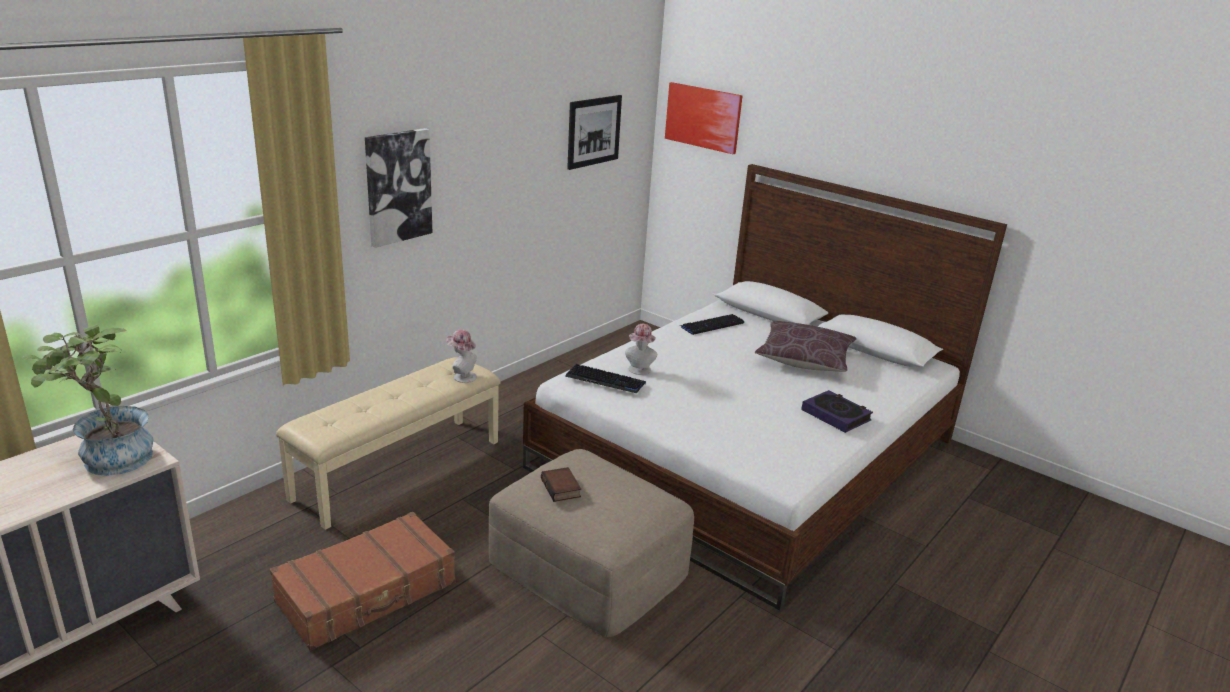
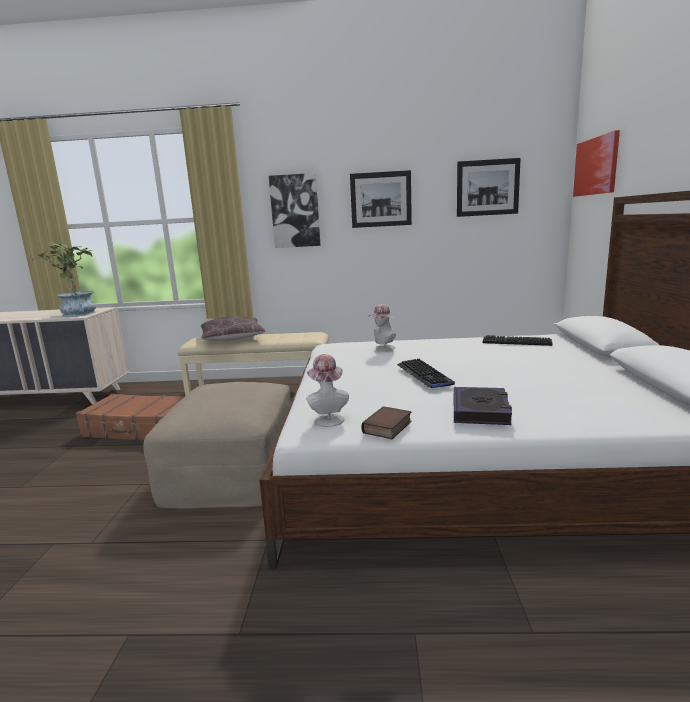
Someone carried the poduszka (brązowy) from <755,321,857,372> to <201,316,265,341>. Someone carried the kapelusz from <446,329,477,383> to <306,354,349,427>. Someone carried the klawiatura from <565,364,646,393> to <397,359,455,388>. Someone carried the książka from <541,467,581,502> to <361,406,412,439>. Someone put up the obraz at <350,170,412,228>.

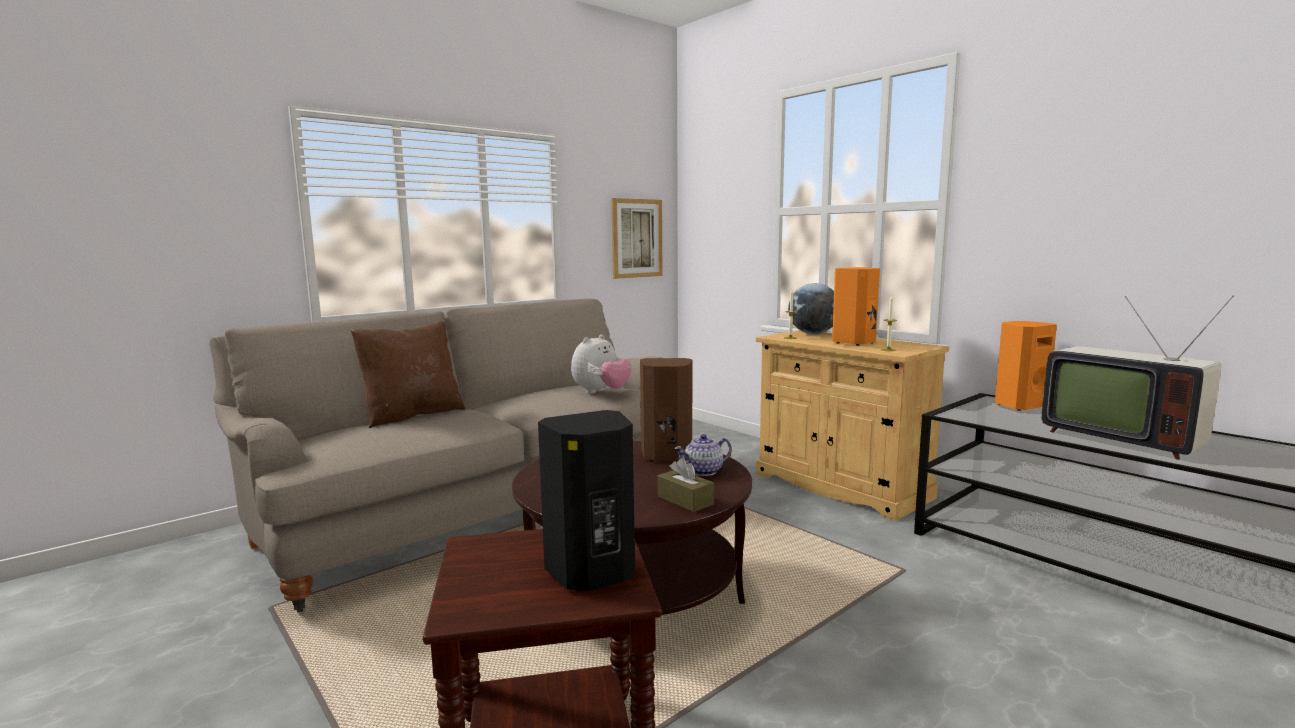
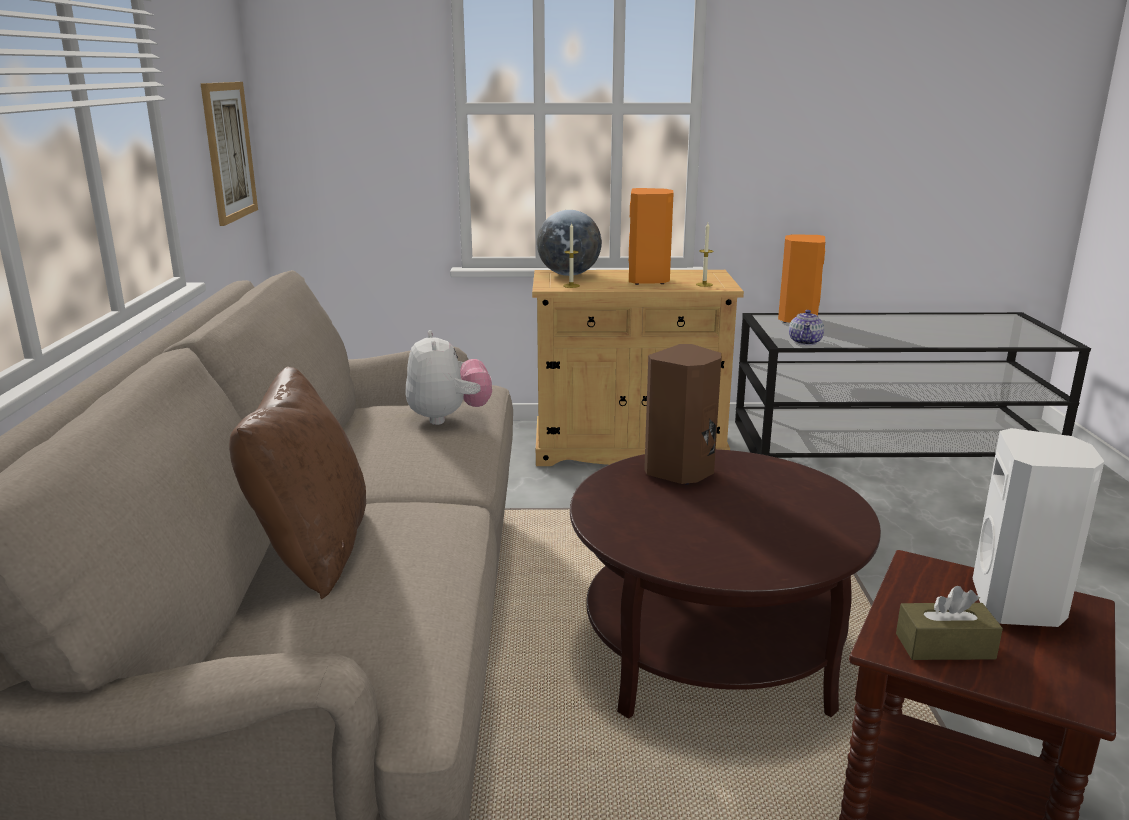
Someone took away the telewizor at <1042,295,1234,460>. Someone repainted the głośnik (czarny) at <538,410,635,591>, which became the głośnik (biały) at <973,428,1104,627>. Someone carried the imbryk from <674,434,732,476> to <789,310,824,345>. Someone carried the pudełko chusteczek (brązowy) from <658,458,714,512> to <896,586,1003,660>.

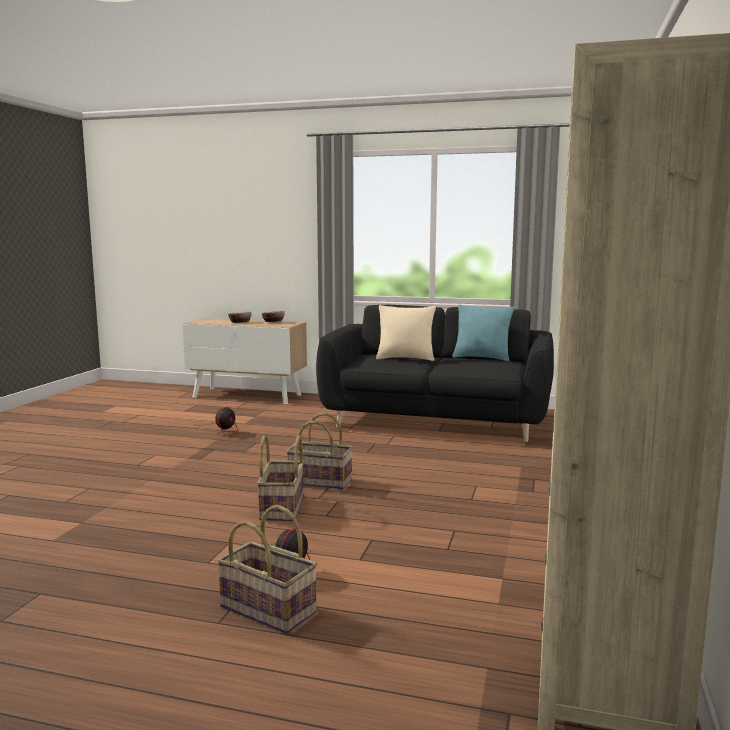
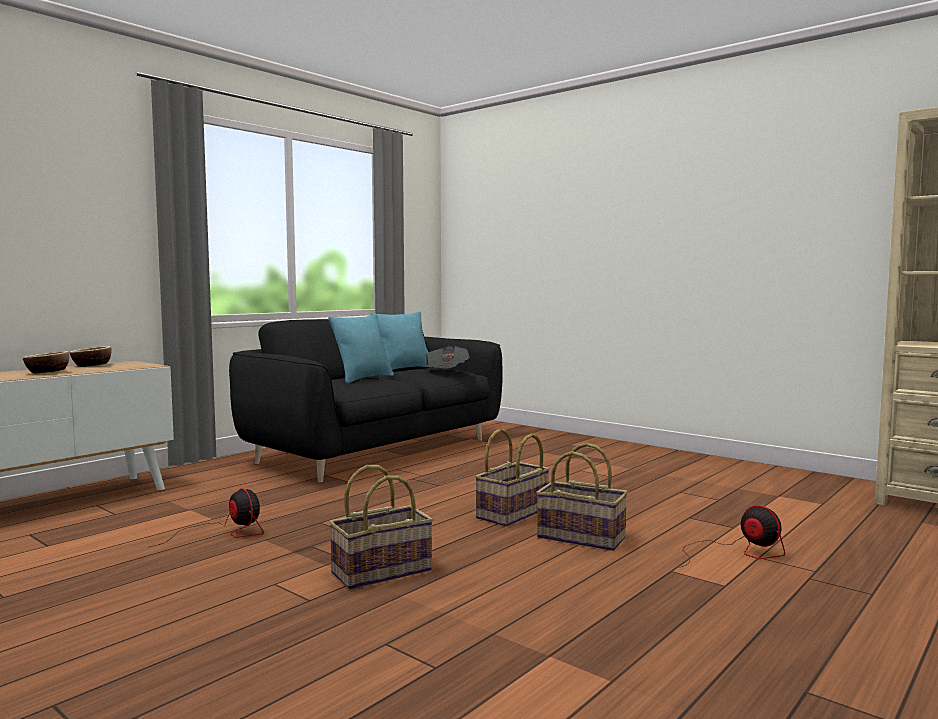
Someone repainted the poduszka (beżowy) at <376,305,436,361>, which became the poduszka (turkusowy) at <328,314,394,384>. Someone carried the koszyk from <217,505,317,634> to <329,465,433,589>. Someone put down the gazeta at <425,346,470,369>.

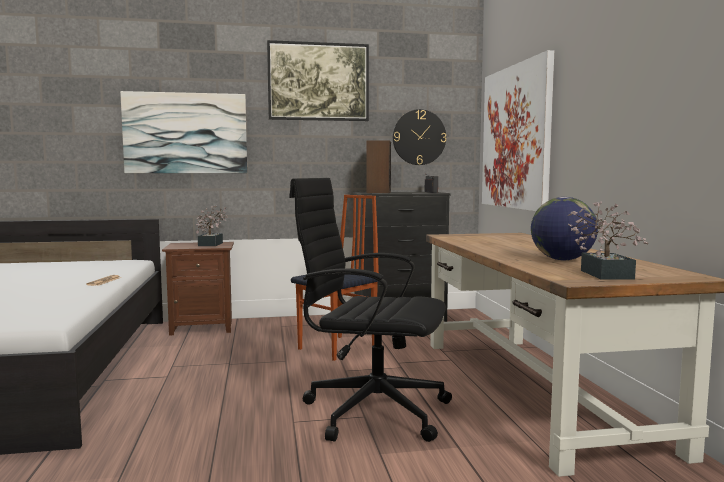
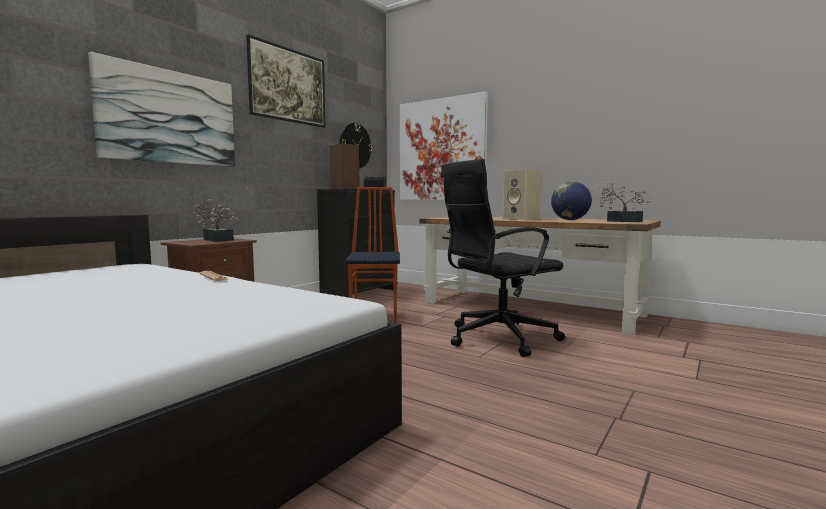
Someone put down the głośnik (beżowy) at <503,169,541,220>.

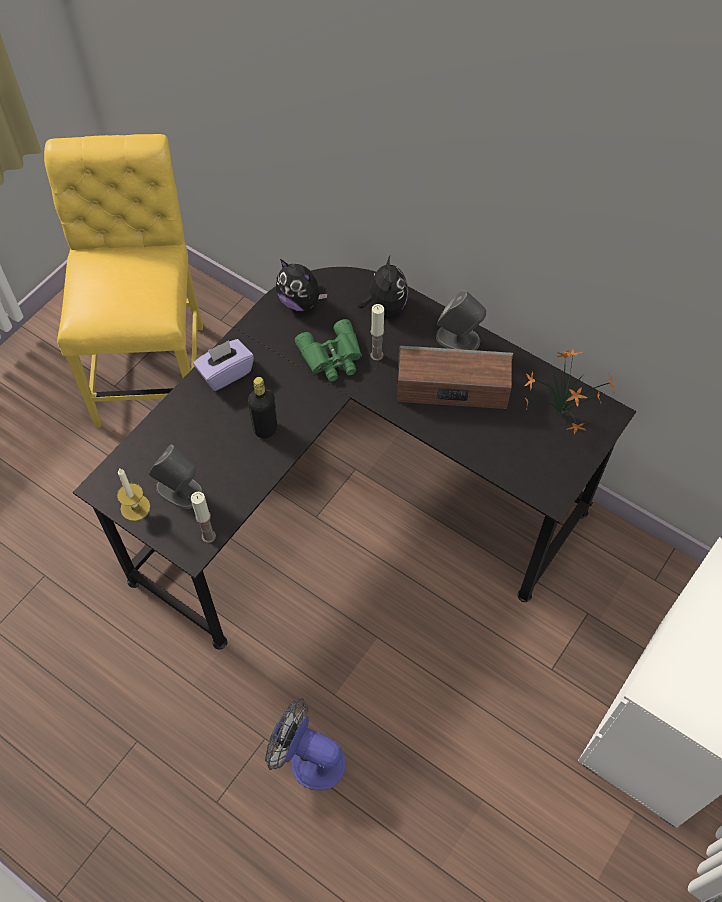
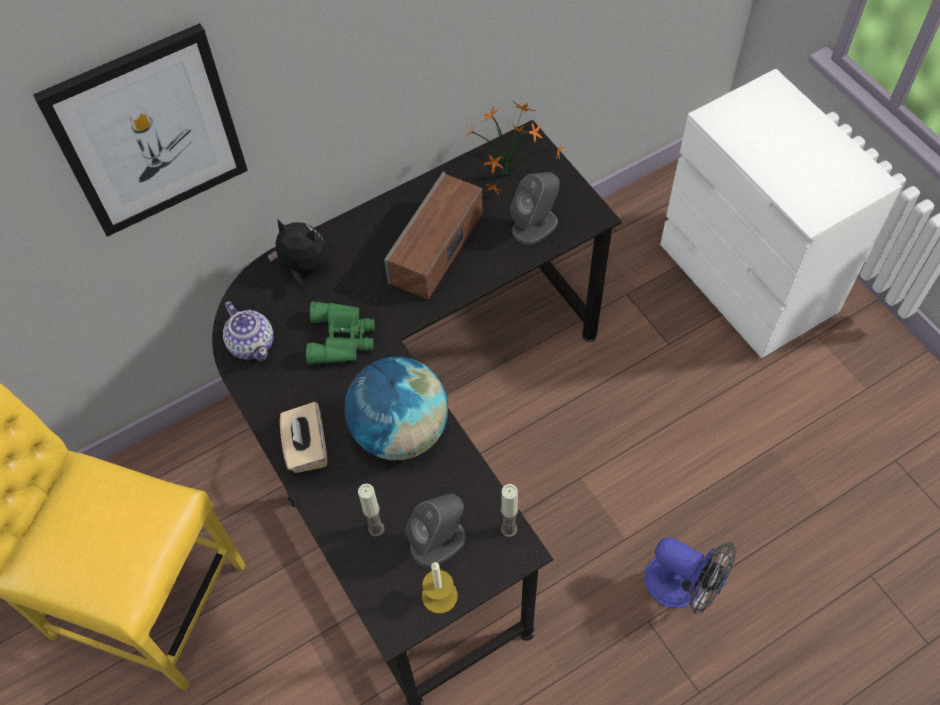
Someone swapped the pluszak at <276,259,327,311> for the imbryk at <223,301,273,361>. Someone carried the głośnik (szary) from <436,290,486,350> to <510,172,560,244>. Someone carried the świeca from <370,304,384,361> to <358,484,385,537>. Someone repainted the pudełko chusteczek (fioletowy) at <193,339,254,391>, which became the pudełko chusteczek (beżowy) at <280,402,327,473>. Someone swapped the butelka (czarny) at <248,377,277,438> for the globus at <344,357,448,460>. Someone rotated the wentylator at <265,698,346,791> by 105 degrees counterclockwise. Someone put up the obraz at <33,23,248,237>.

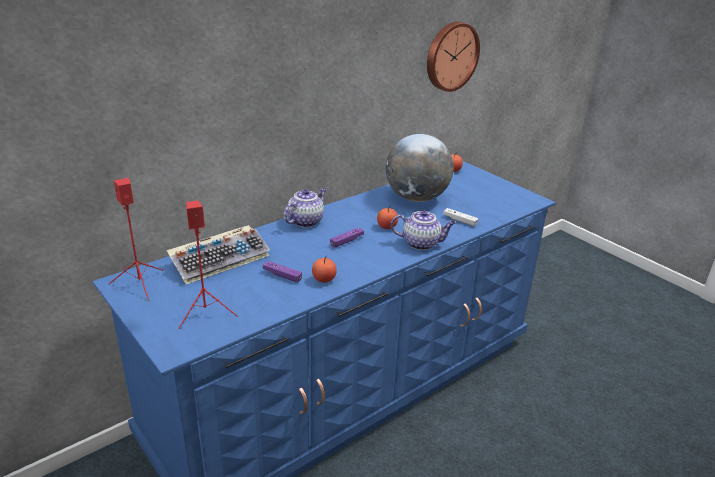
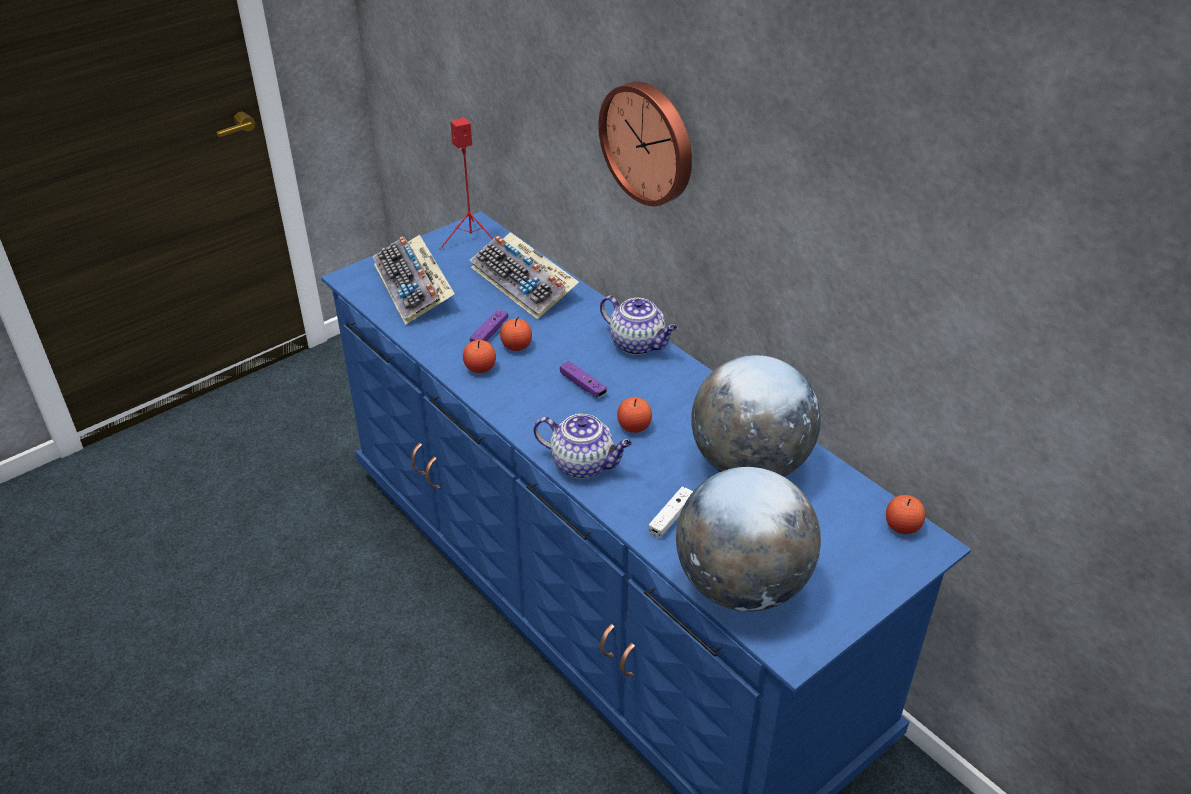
Someone carried the zegar ścienny from <427,22,480,92> to <598,81,692,206>. Someone swapped the głośnik (czerwony) at <179,200,238,329> for the klawiatura at <373,235,455,325>. Someone rotated the imbryk at <391,210,456,250> by 75 degrees counterclockwise. Someone put down the jabłko at <500,316,532,351>. Someone put down the globus at <676,467,821,611>.

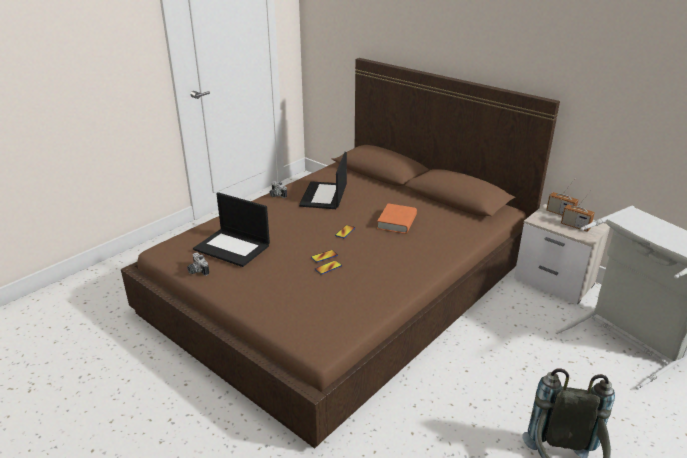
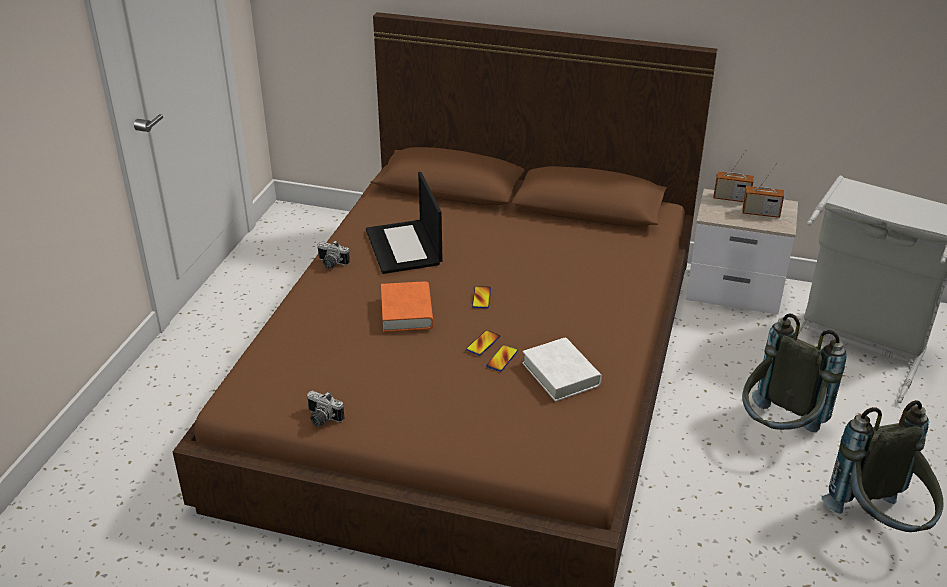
Someone took away the laptop at <193,192,270,267>. Someone carried the książka (pomarańczowy) from <377,203,417,234> to <381,281,433,332>. Someone put down the plecak (szary) at <742,314,847,432>. Someone put down the książka (biały) at <522,338,602,402>.

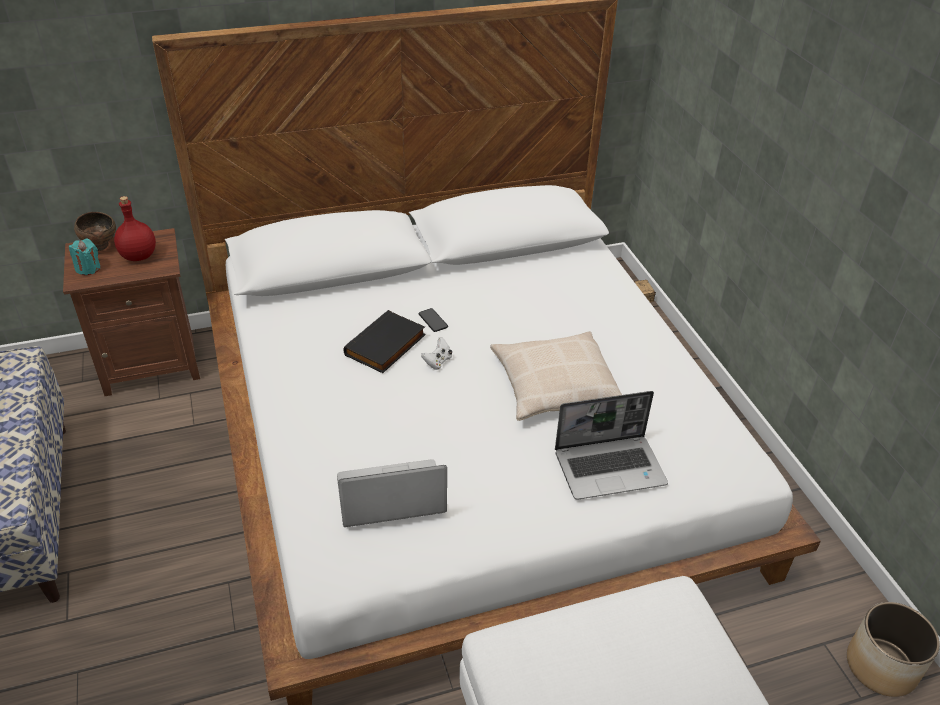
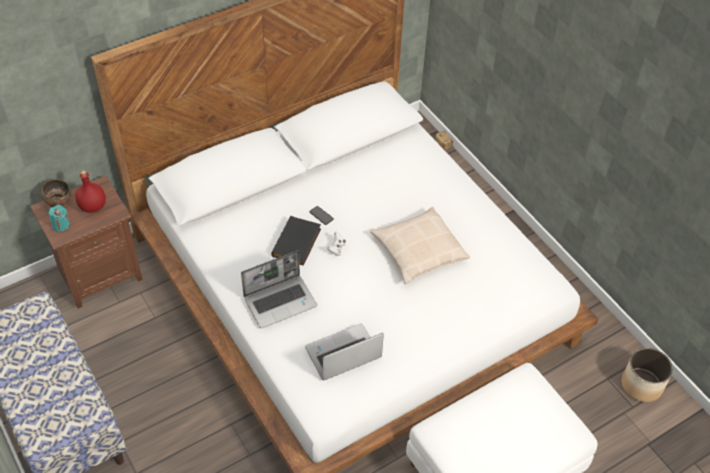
Someone carried the laptop from <555,391,668,500> to <241,250,317,328>.

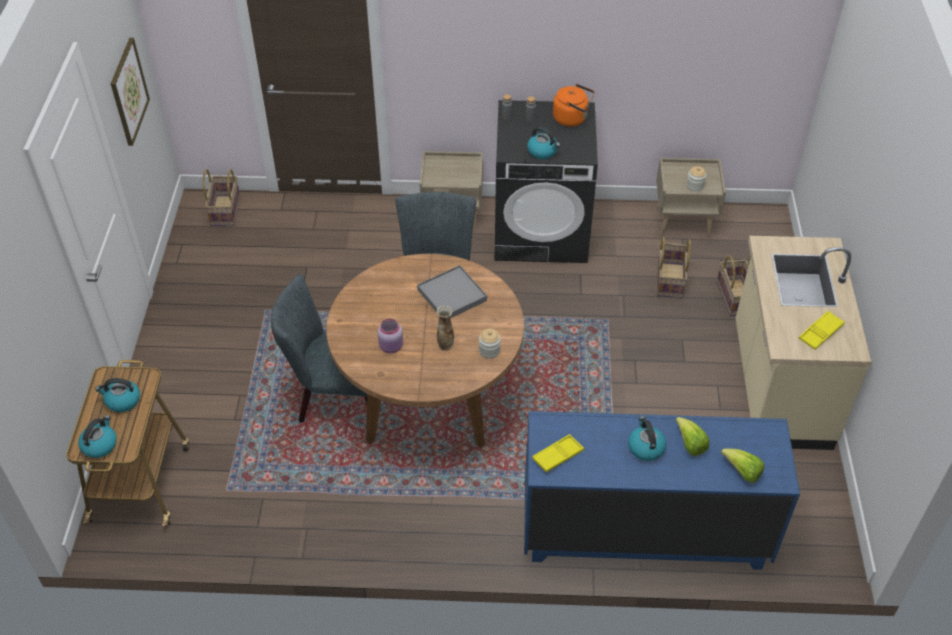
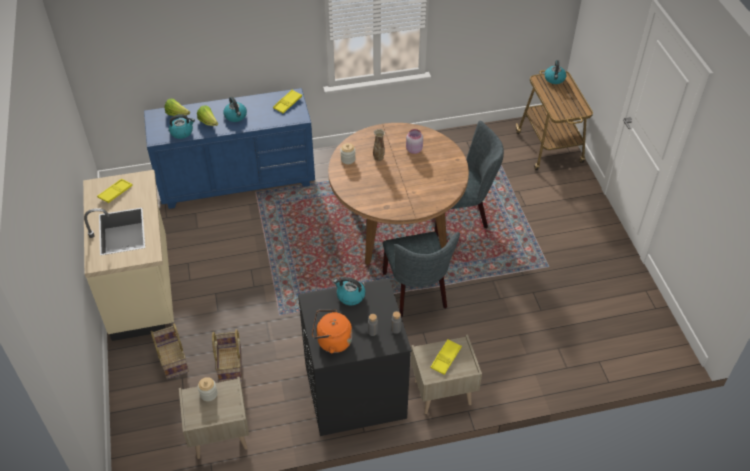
Someone took away the obraz at <111,38,150,146>. Someone took away the koszyk at <203,169,240,226>. Someone took away the taca (szary) at <417,265,487,318>. Someone carried the czajnik from <95,378,140,412> to <169,114,195,139>. Someone put down the taca (żółty) at <430,339,462,375>.

